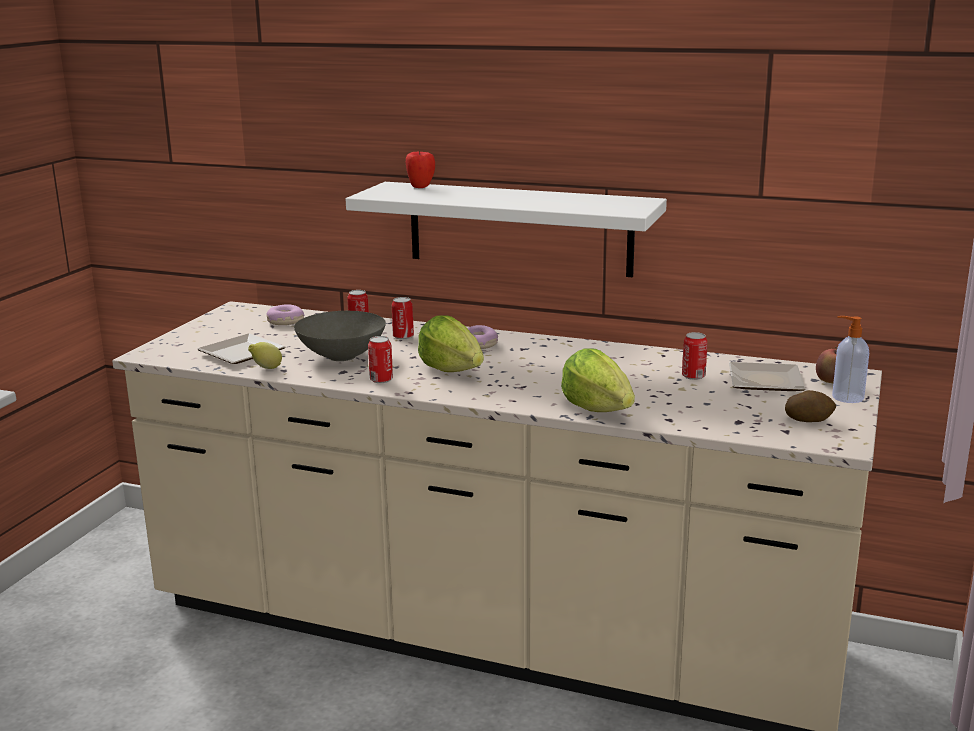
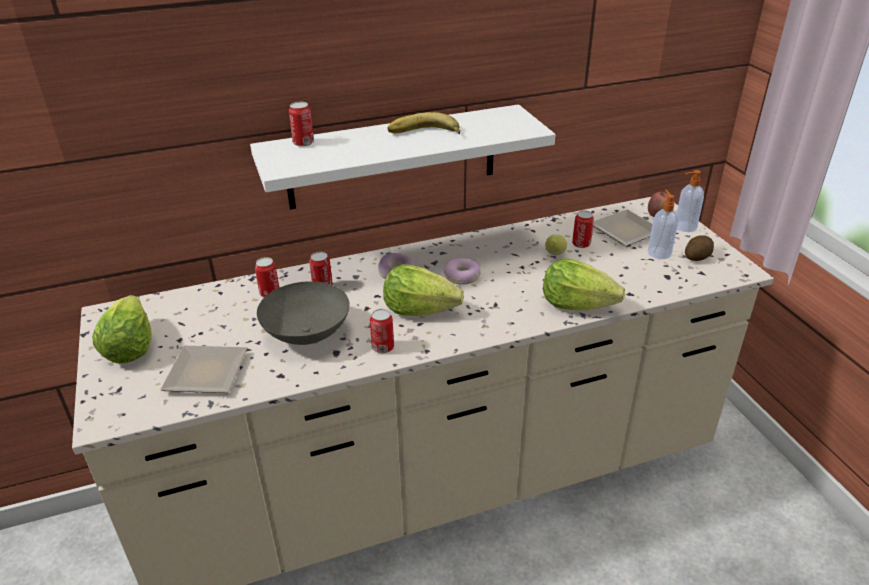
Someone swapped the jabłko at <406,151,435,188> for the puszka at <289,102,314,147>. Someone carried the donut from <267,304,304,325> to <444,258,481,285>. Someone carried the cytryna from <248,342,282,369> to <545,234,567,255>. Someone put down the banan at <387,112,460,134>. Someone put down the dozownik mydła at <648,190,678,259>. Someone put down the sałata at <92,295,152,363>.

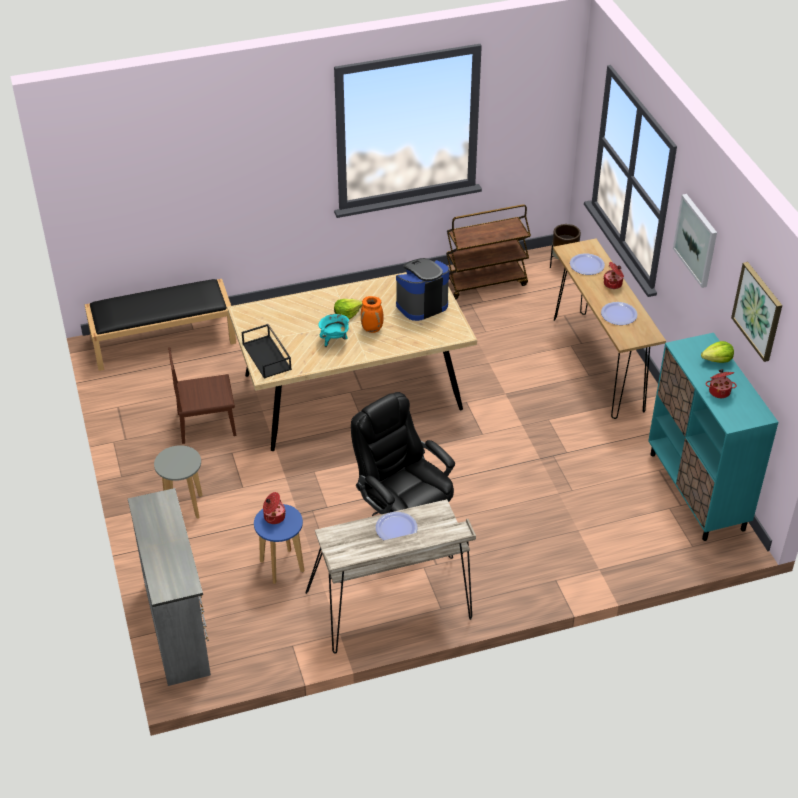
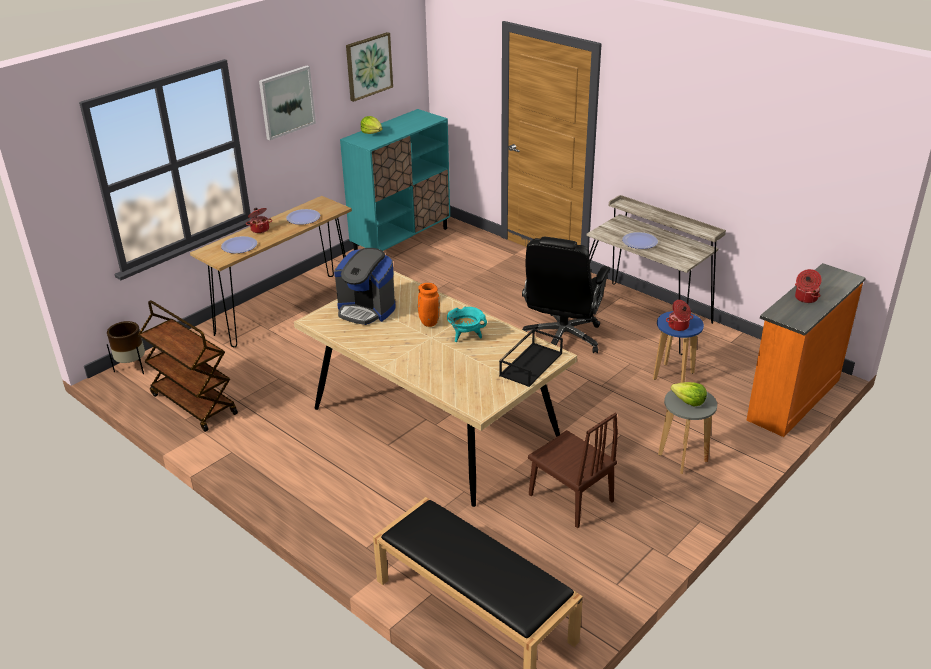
Someone carried the sałata from <334,299,363,319> to <671,382,707,406>. Someone carried the garnek from <706,369,737,398> to <795,269,822,303>. Someone repainted the komoda (szary) at <128,488,211,686>, which became the komoda (pomarańczowy) at <747,263,866,437>.

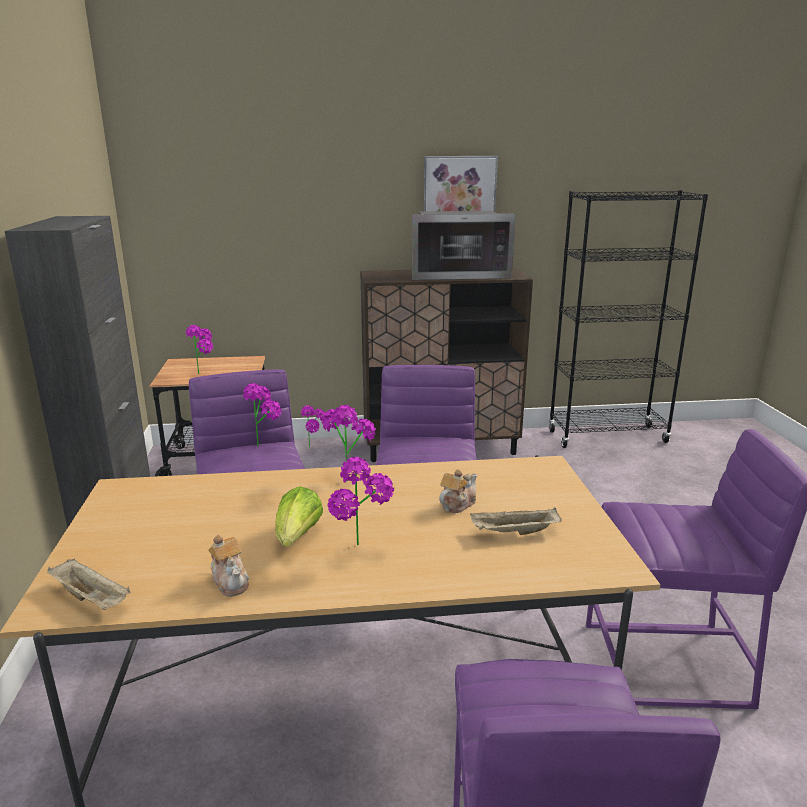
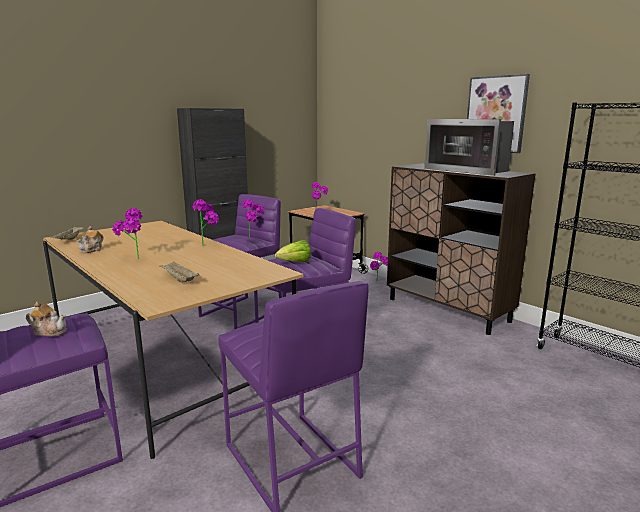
Someone carried the imbryk from <439,469,477,513> to <26,301,67,336>. Someone carried the sałata from <275,486,323,547> to <275,240,311,262>.

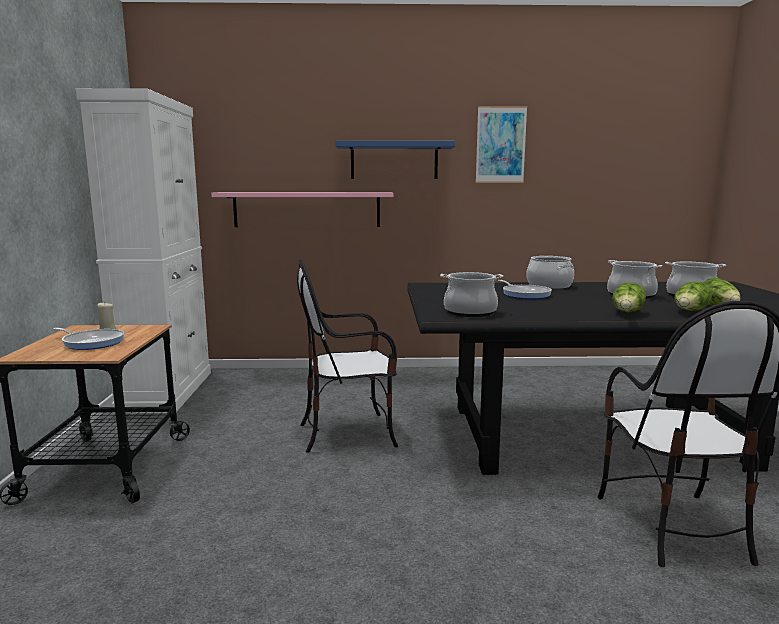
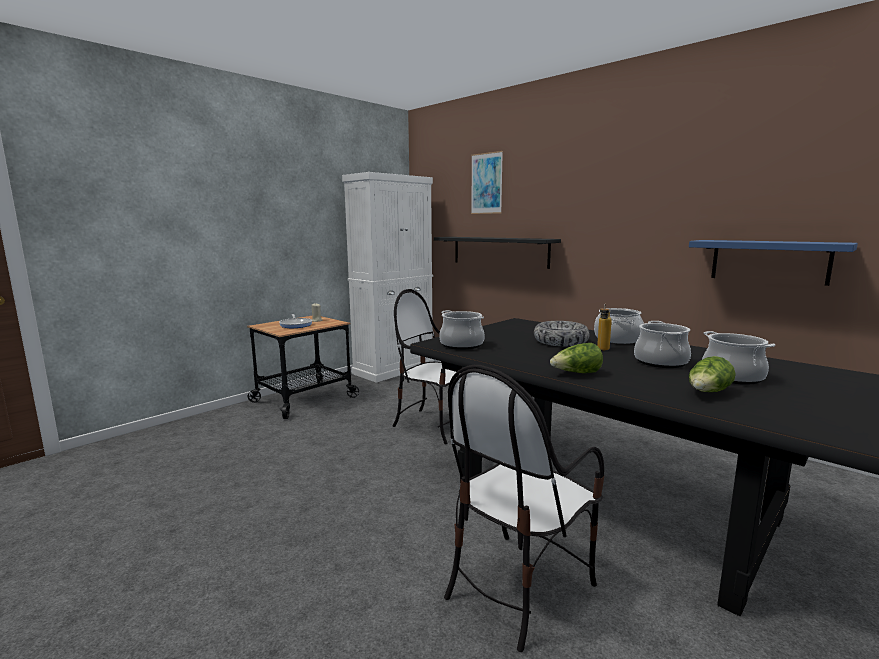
Someone carried the obraz from <476,106,527,183> to <471,151,503,214>. Someone carried the półka (niebieski) from <335,140,455,179> to <689,240,858,286>. Someone repainted the półka (różowy) at <211,192,393,227>, which became the półka (czarny) at <434,237,561,269>. Someone swapped the patelnia at <498,280,552,299> for the miska at <534,321,590,347>. Someone took away the sałata at <674,281,712,311>. Someone put down the butelka at <597,304,612,350>.

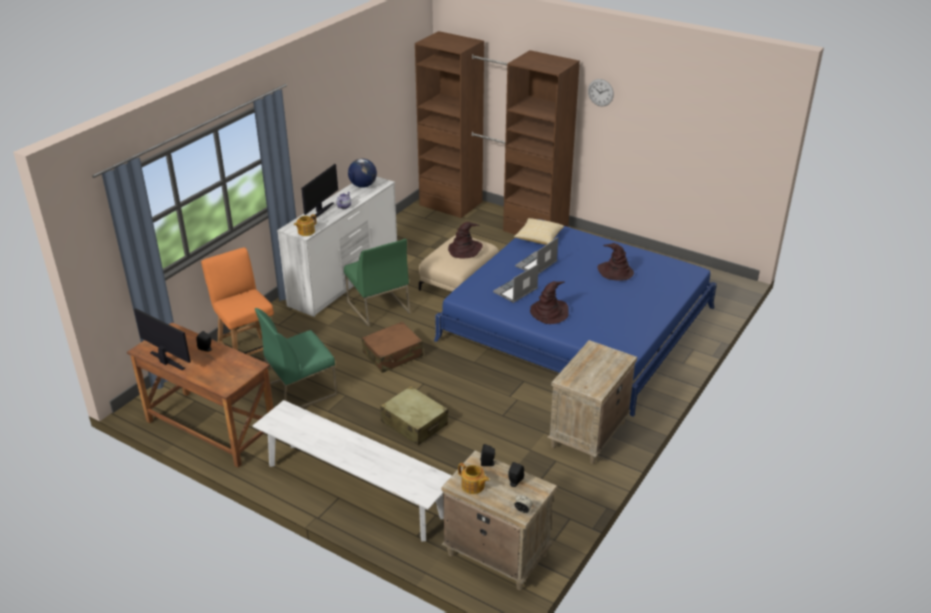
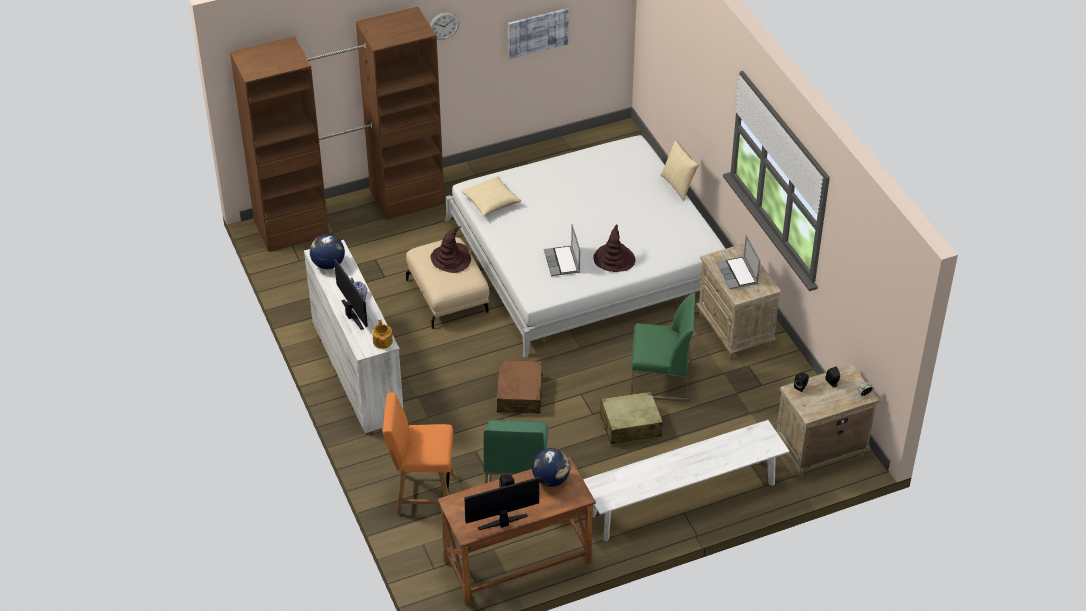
Someone repainted the łóżko (niebieski) at <434,219,717,417>, which became the łóżko (biały) at <445,135,725,358>. Someone carried the laptop from <515,237,558,274> to <716,235,760,289>. Someone carried the krzesło (zielony) from <344,239,411,327> to <631,293,695,401>. Someone took away the kapelusz (brązowy) at <597,243,634,281>. Someone took away the imbryk at <458,463,489,494>. Someone put up the obraz at <508,8,569,59>. Someone put down the poduszka at <661,140,699,201>. Someone put down the globus at <532,448,570,487>.

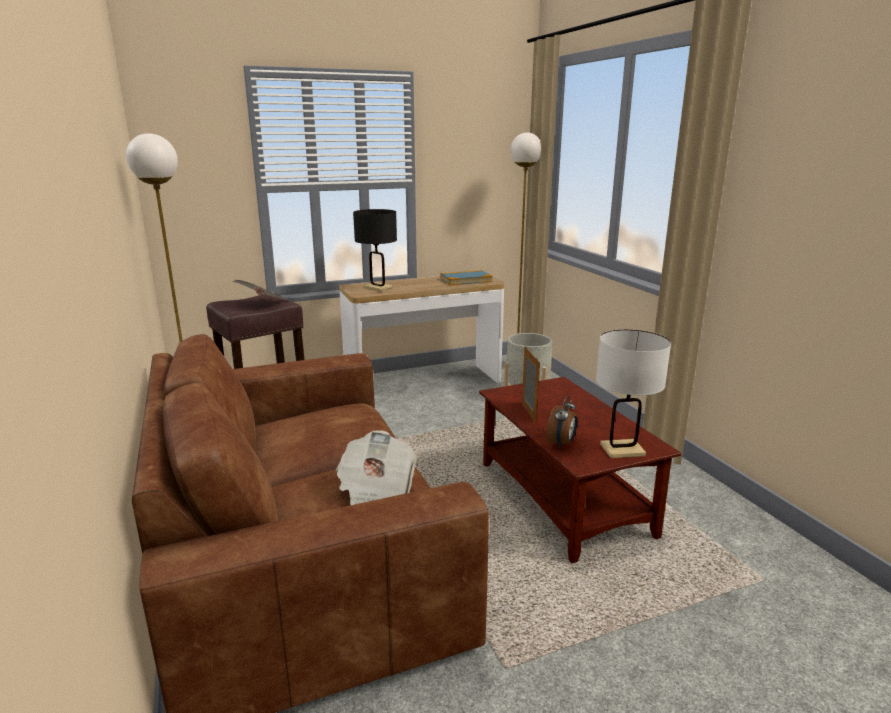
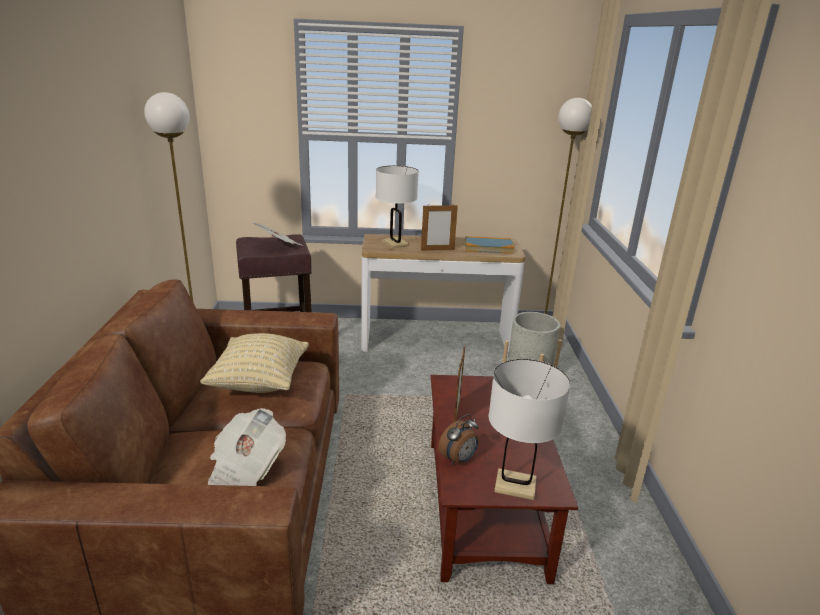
Someone repainted the lampa stołowa (czarny) at <353,209,397,291>, which became the lampa stołowa (biały) at <376,166,419,248>. Someone put down the ramka na zdjęcie at <421,204,458,251>. Someone put down the poduszka (beżowy) at <200,333,309,393>.

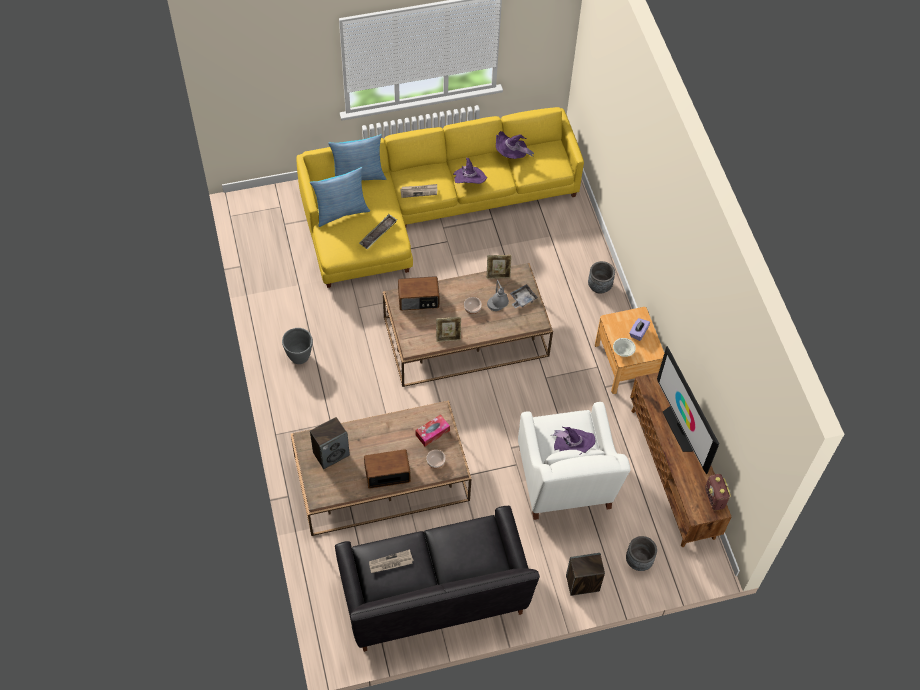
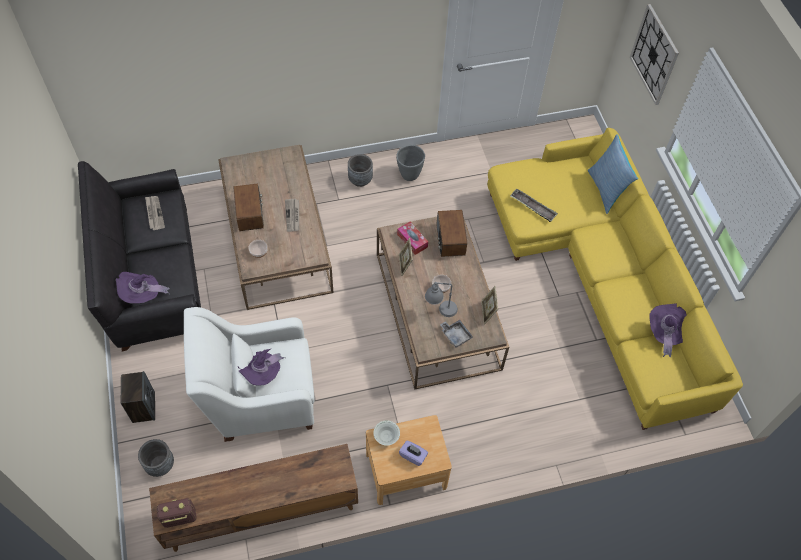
Someone carried the kapelusz (fioletowy) from <453,157,487,184> to <116,272,169,304>. Someone took away the poduszka at <310,167,370,227>. Someone carried the gazeta from <400,184,437,198> to <285,198,299,232>. Someone carried the donica (szary) from <588,261,615,294> to <348,154,373,187>. Someone took away the telewizor at <657,346,719,474>. Someone carried the pudełko chusteczek from <415,414,450,446> to <397,222,428,255>. Someone took away the głośnik at <310,417,350,469>. Someone put up the zegar ścienny at <630,4,679,105>.

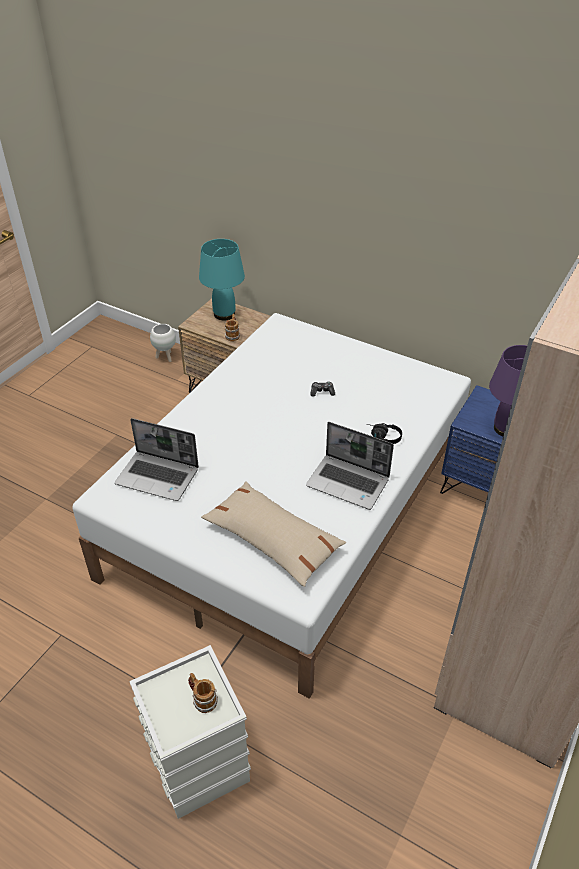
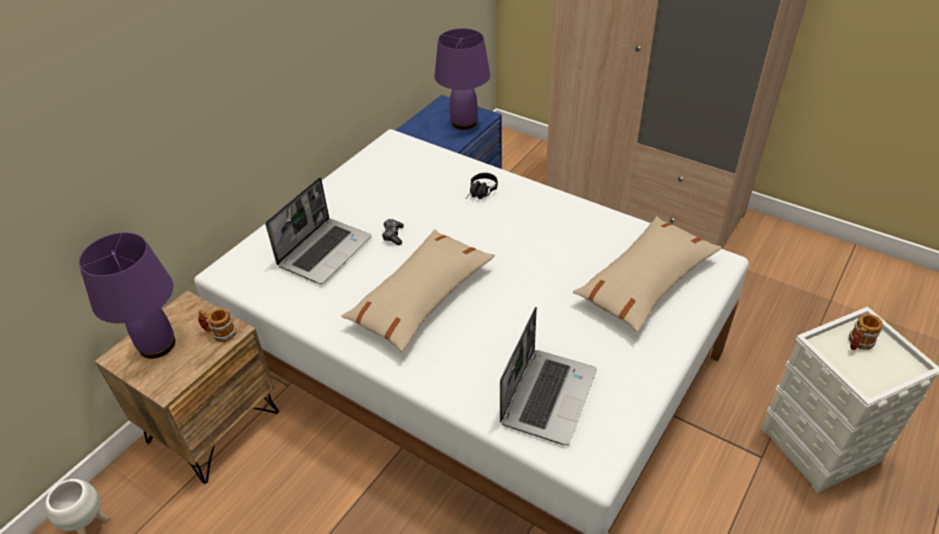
Someone repainted the lampa stołowa (turkusowy) at <199,239,245,320>, which became the lampa stołowa (fioletowy) at <79,232,175,359>. Someone carried the laptop from <306,422,394,510> to <265,177,372,284>. Someone put down the poduszka (beżowy) at <341,229,495,352>.

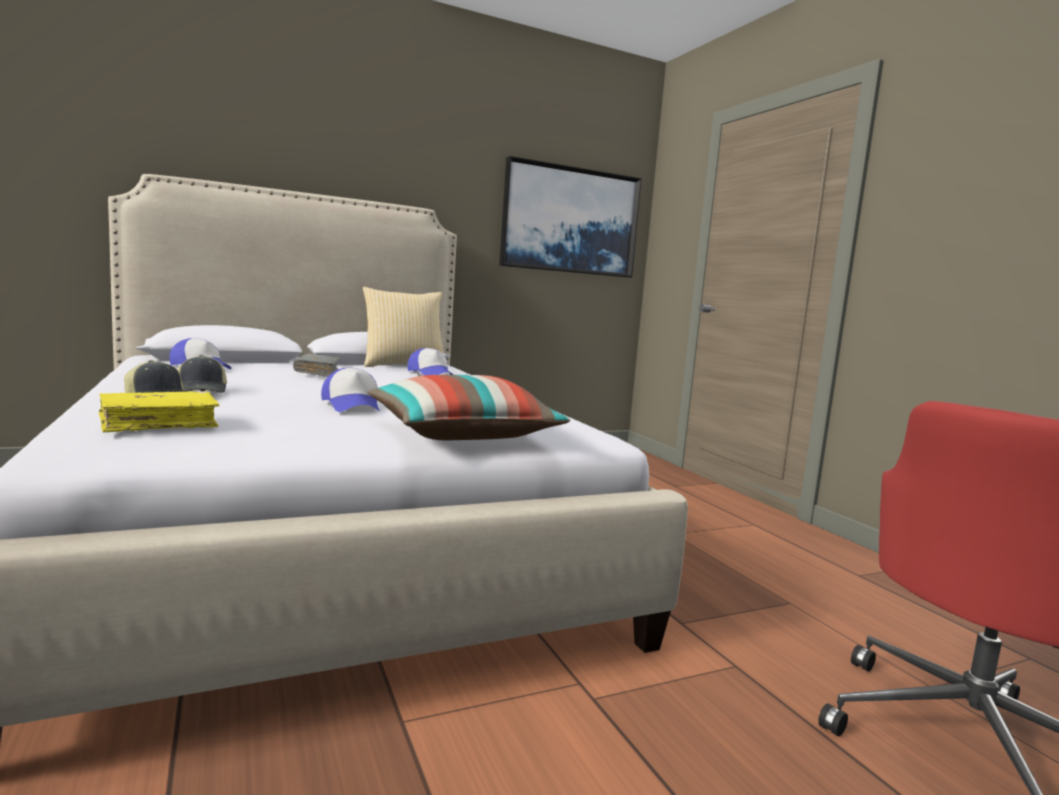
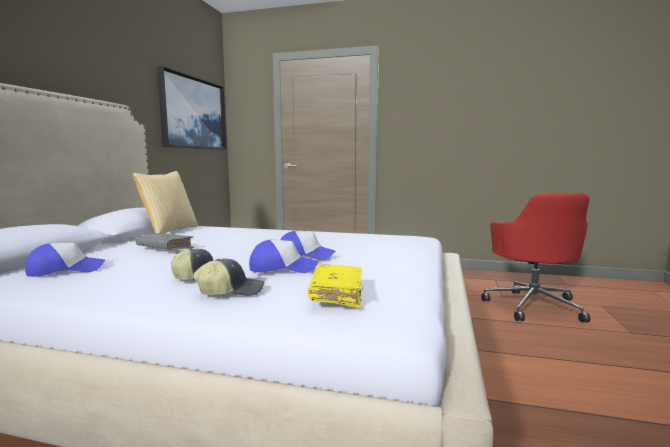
Someone carried the czapka z daszkiem from <407,348,453,375> to <249,240,318,273>. Someone took away the poduszka at <367,375,570,440>.

